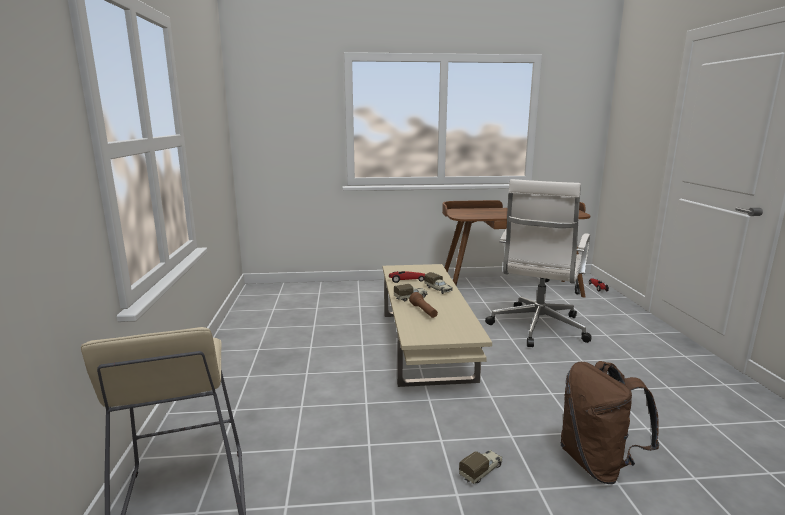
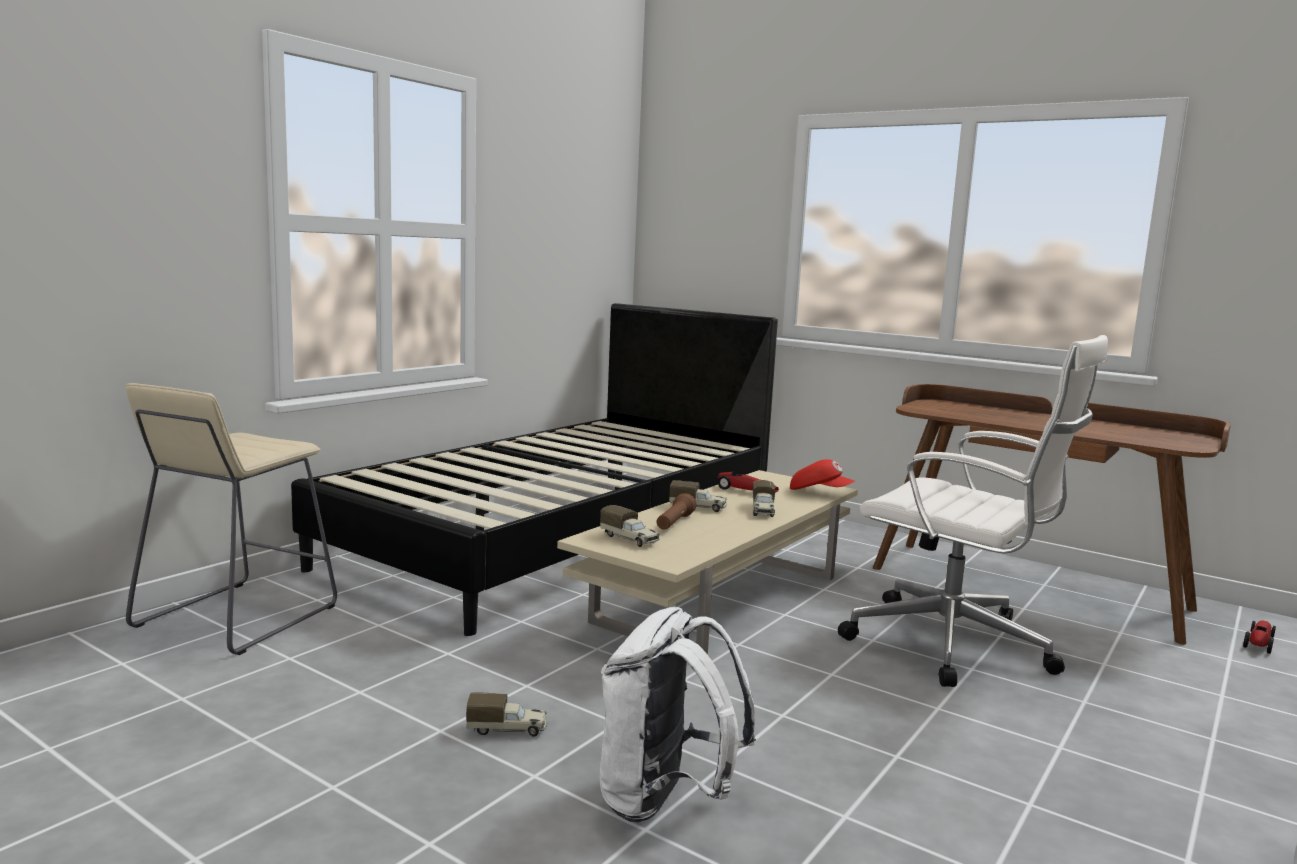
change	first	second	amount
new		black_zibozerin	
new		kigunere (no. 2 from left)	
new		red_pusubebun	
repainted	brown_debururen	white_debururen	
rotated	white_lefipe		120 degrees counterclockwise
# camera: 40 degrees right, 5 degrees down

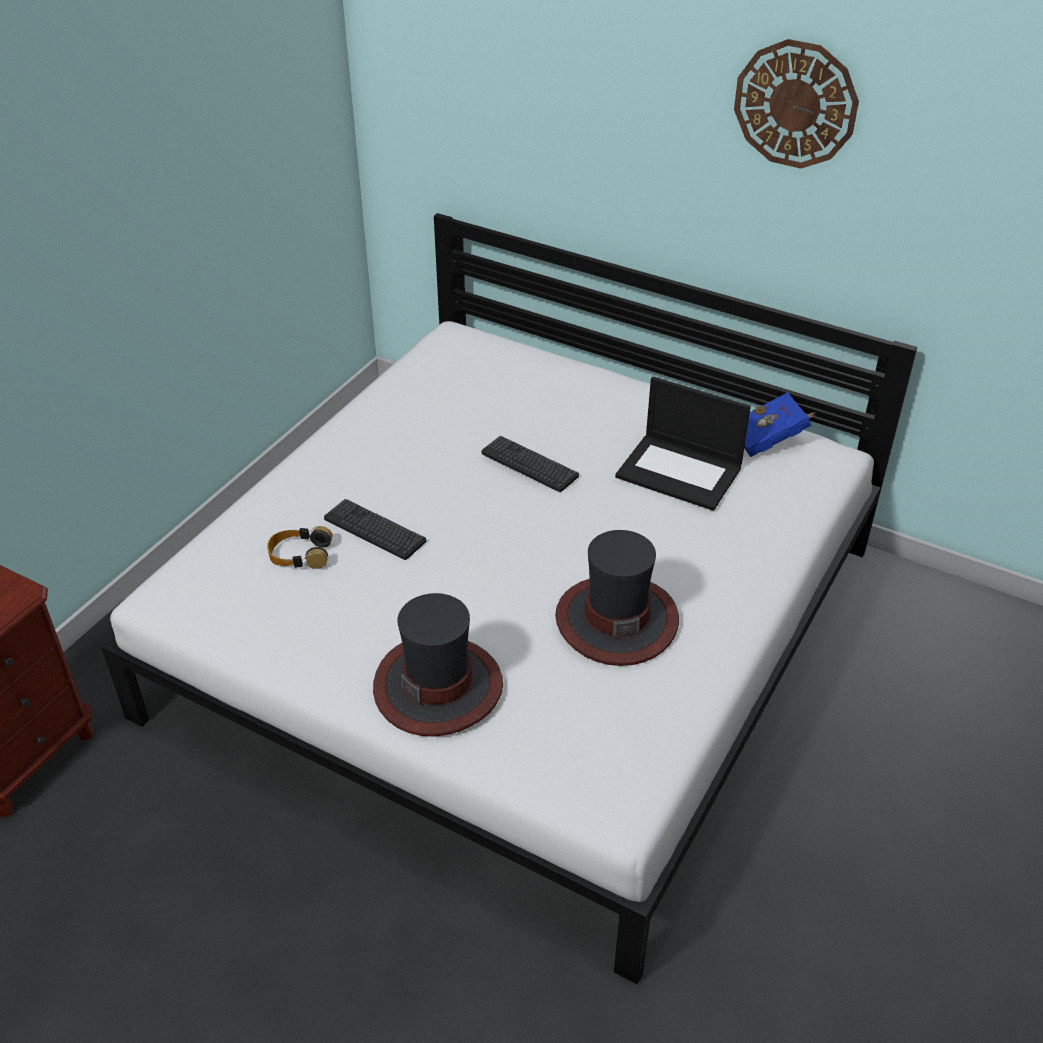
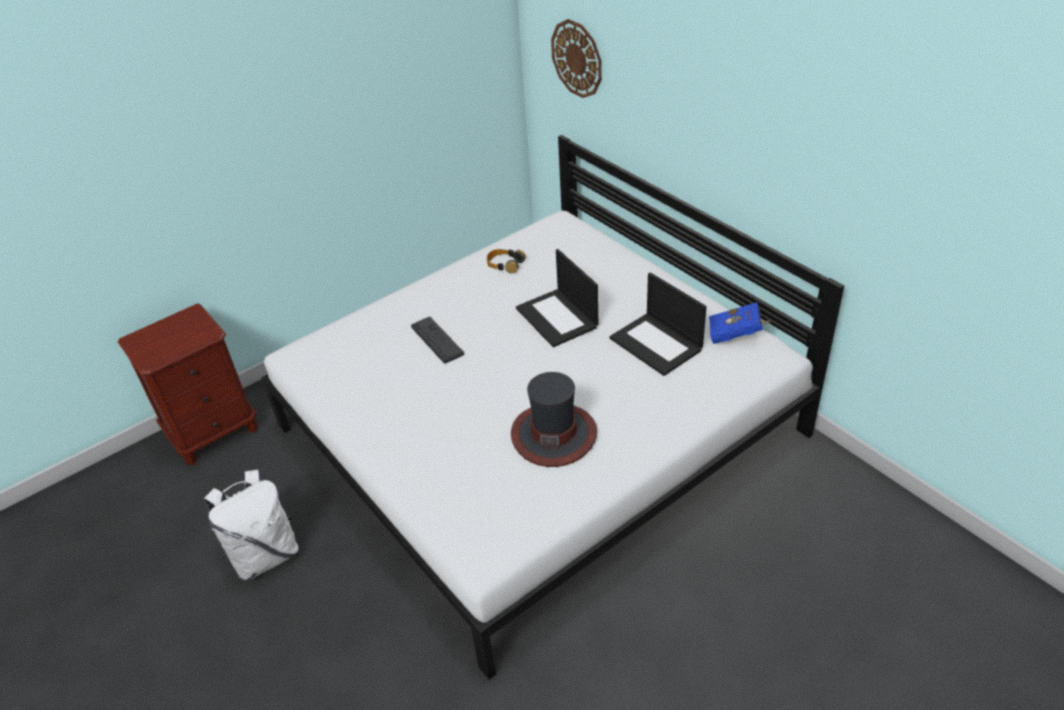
change	first	second	amount
gone	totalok (no. 1 from left)		
new		white_debururen	
shifted	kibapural		
shifted	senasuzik		
swapped	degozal (no. 2 from left)	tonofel (no. 1 from left)	
# camera: 25 degrees right, 0 degrees up

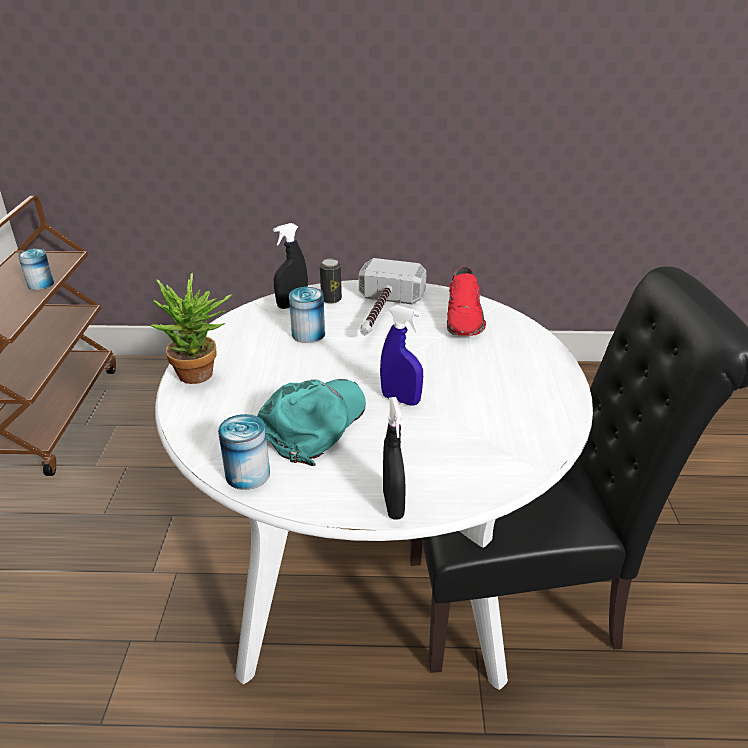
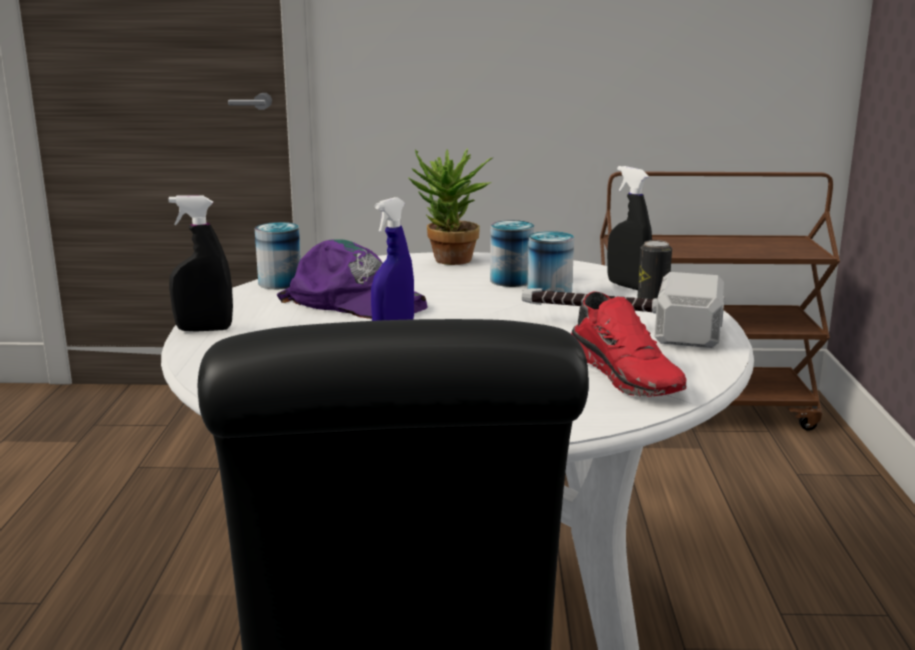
change	first	second	amount
shifted	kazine (no. 1 from left in the first image)	kazine (no. 2 from left)	
repainted	turquoise_pusubebun	purple_pusubebun	
rotated	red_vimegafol		120 degrees counterclockwise
# camera: 90 degrees right, 15 degrees down

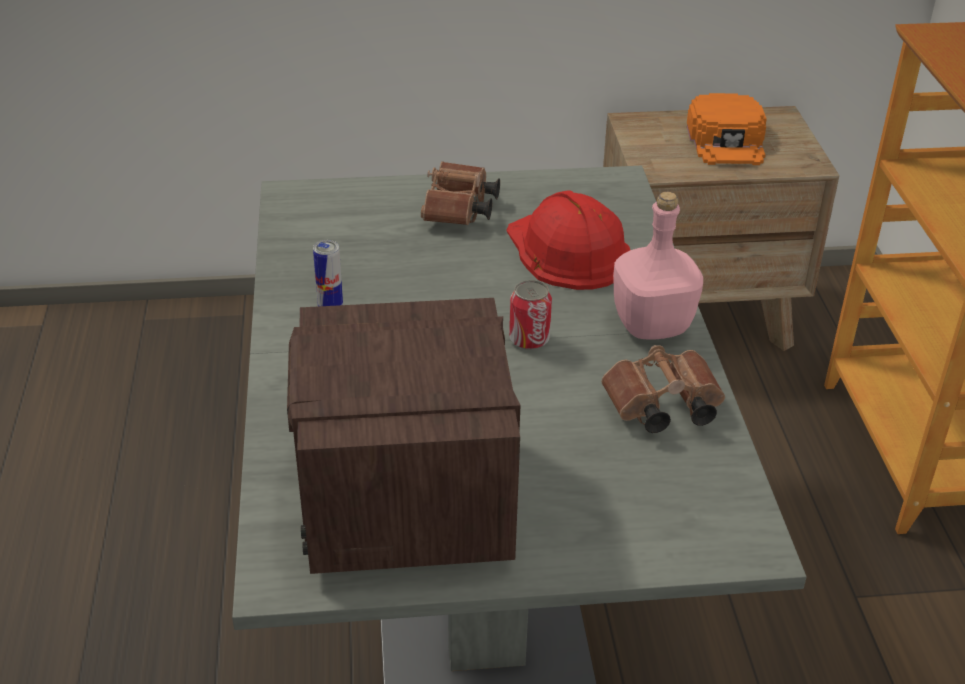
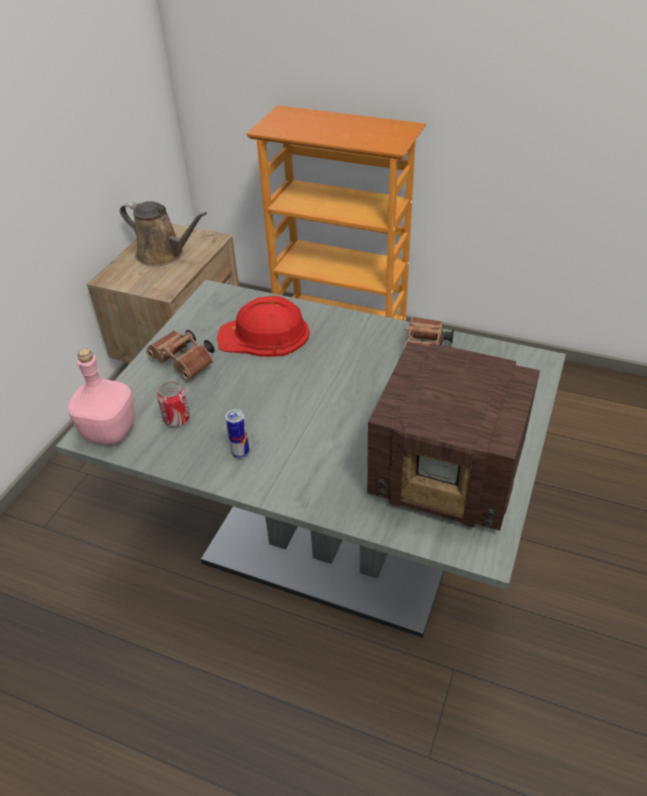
change	first	second	amount
shifted	kazine (no. 2 from left in the first image)	kazine (no. 1 from left)	
shifted	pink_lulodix		
swapped	orange_pusubebun	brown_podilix	
# camera: 60 degrees left, 5 degrees up

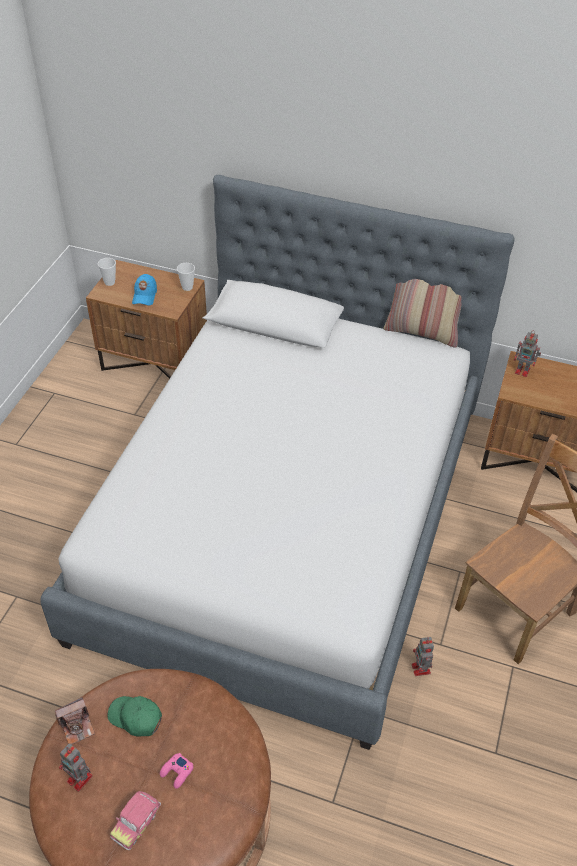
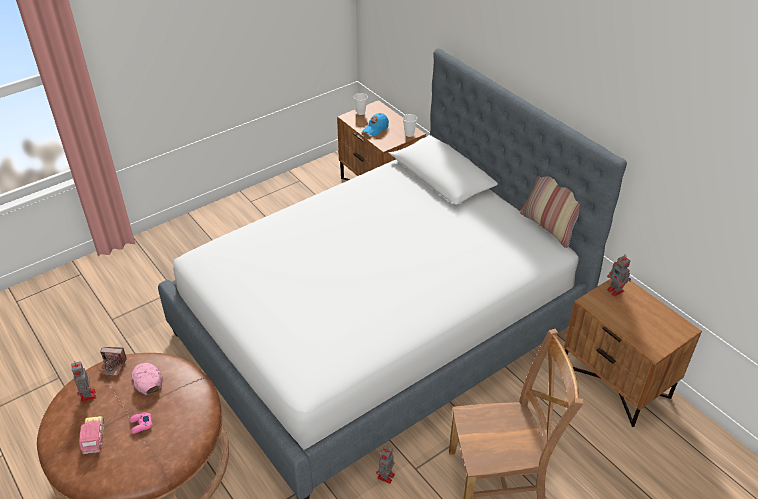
change	first	second	amount
repainted	green_pusubebun	pink_pusubebun	
rotated	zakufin		105 degrees clockwise
# camera: 35 degrees right, 5 degrees down

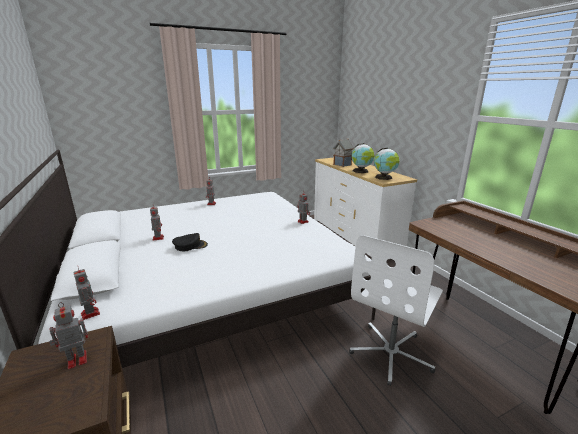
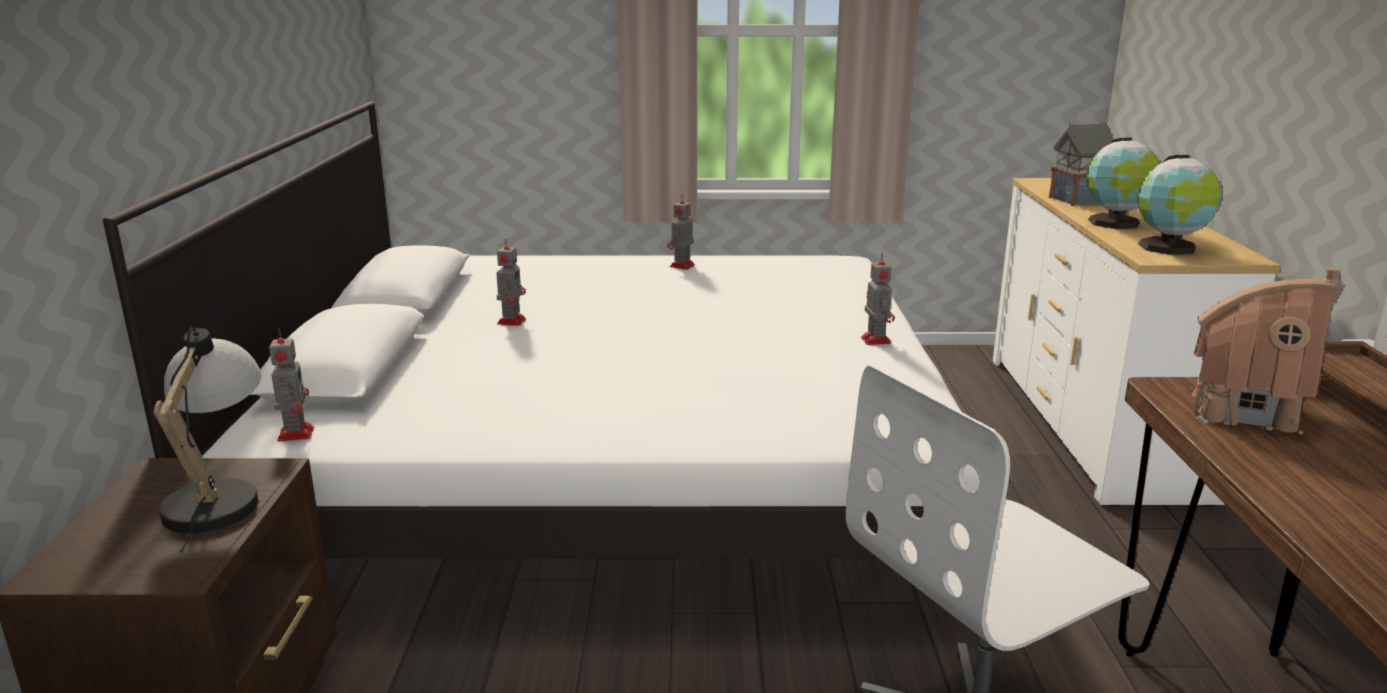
change	first	second	amount
gone	black_pusubebun		
new		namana (no. 2 from left)	
swapped	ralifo (no. 1 from left)	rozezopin	
# camera: 25 degrees right, 0 degrees up

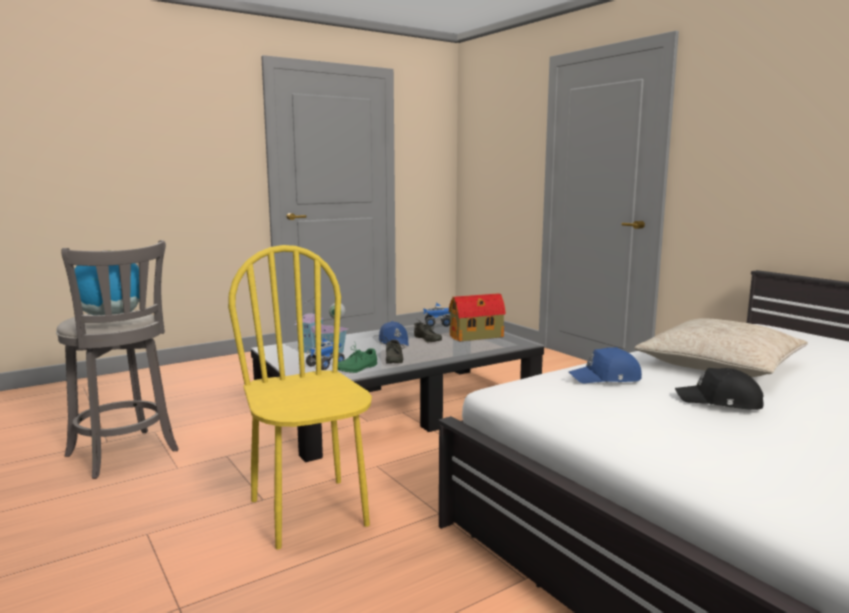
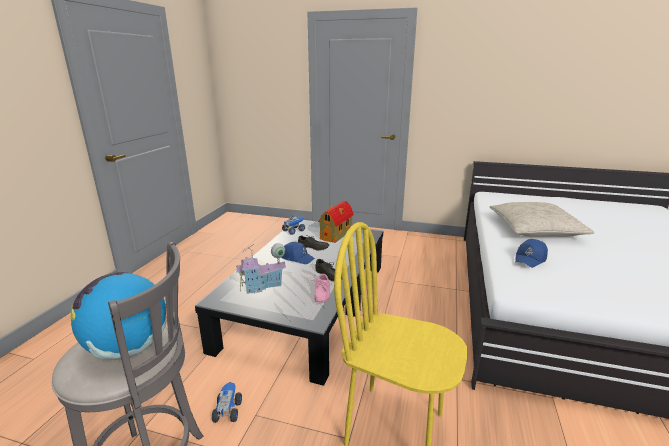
change	first	second	amount
gone	black_pusubebun		
shifted	kigunere (no. 1 from left)		
repainted	green_vimegafol	pink_vimegafol	
# camera: 40 degrees left, 10 degrees up

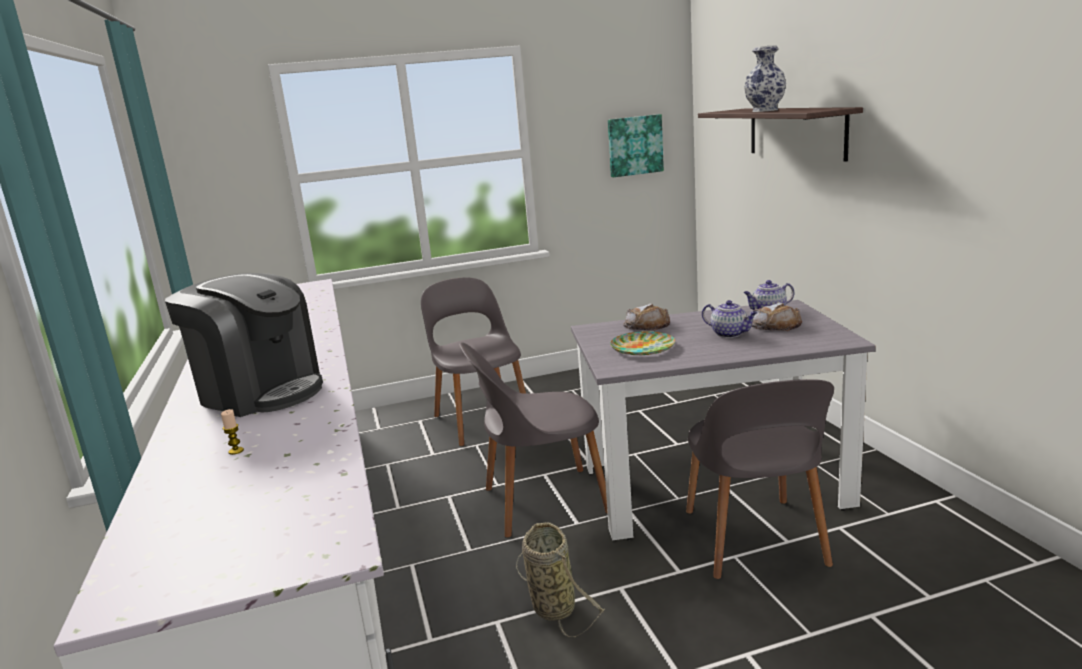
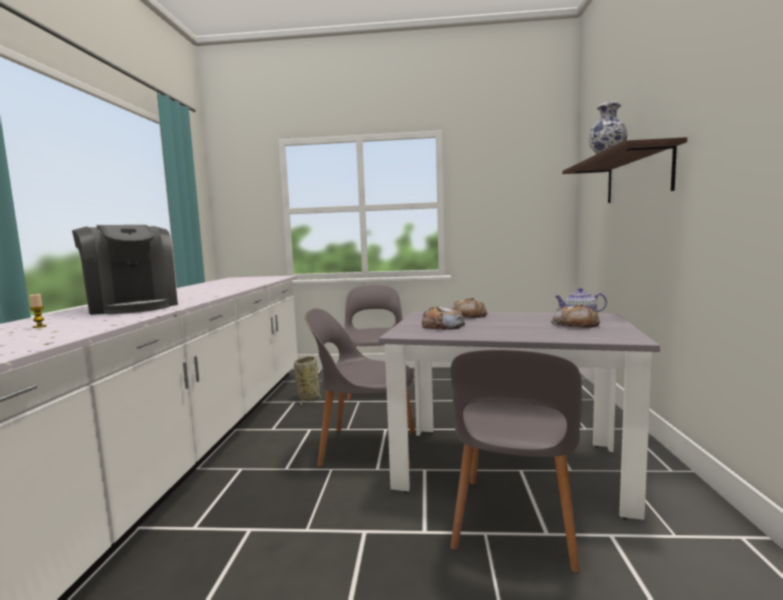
change	first	second	amount
gone	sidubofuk		
gone	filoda (no. 1 from left)		
shifted	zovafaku		
swapped	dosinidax	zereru (no. 1 from left)	
# camera: 20 degrees right, 10 degrees down

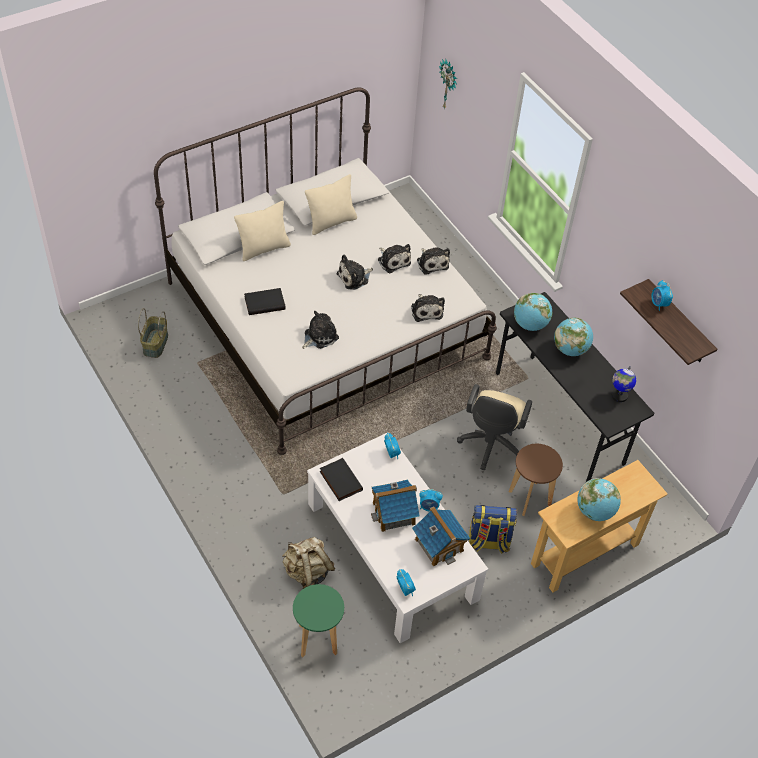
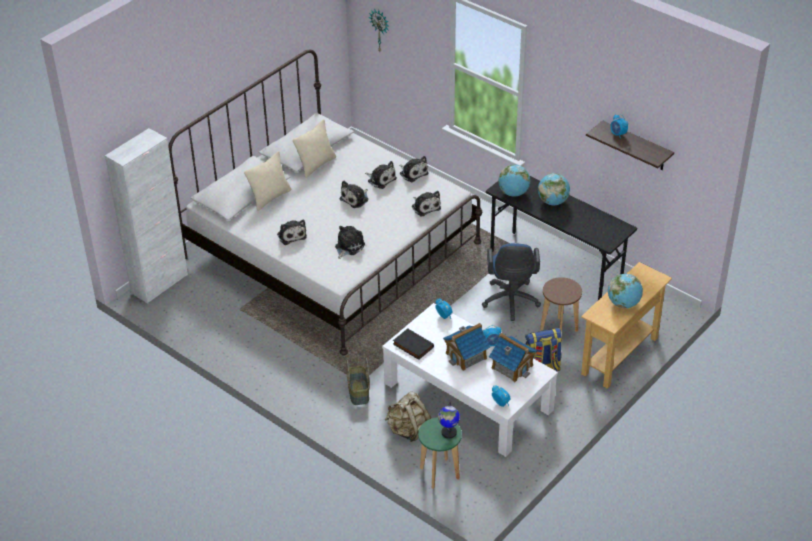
change	first	second	amount
new		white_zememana	
shifted	zovafaku		
shifted	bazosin (no. 4 from left in the first image)	bazosin (no. 1 from left)	
swapped	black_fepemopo (no. 1 from left)	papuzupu (no. 1 from left)	
repainted	beige_lefipe	blue_lefipe	
# camera: 15 degrees left, 10 degrees down

